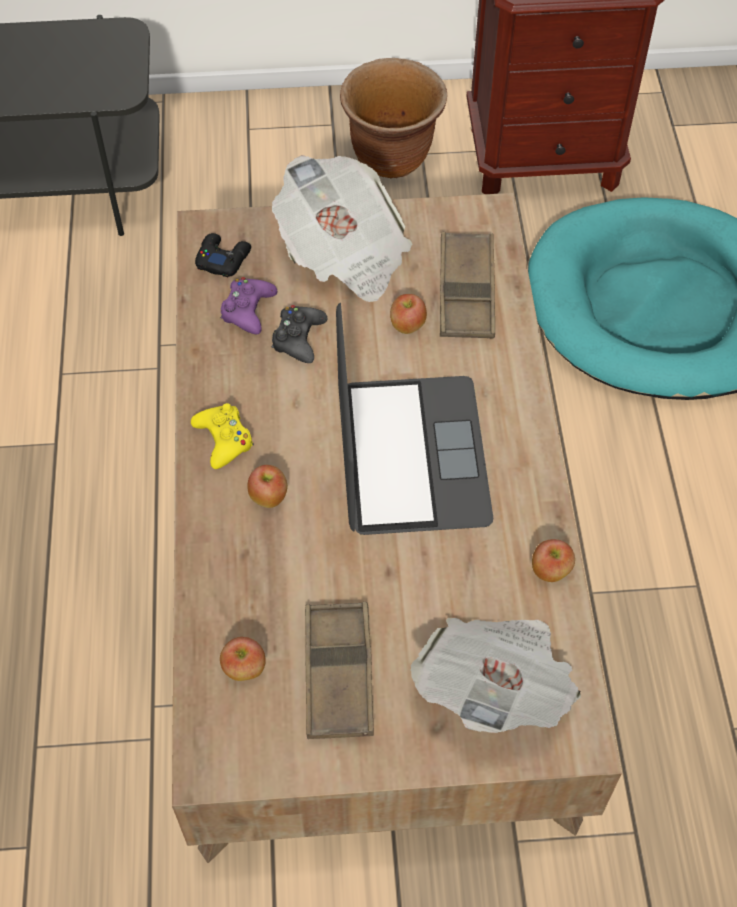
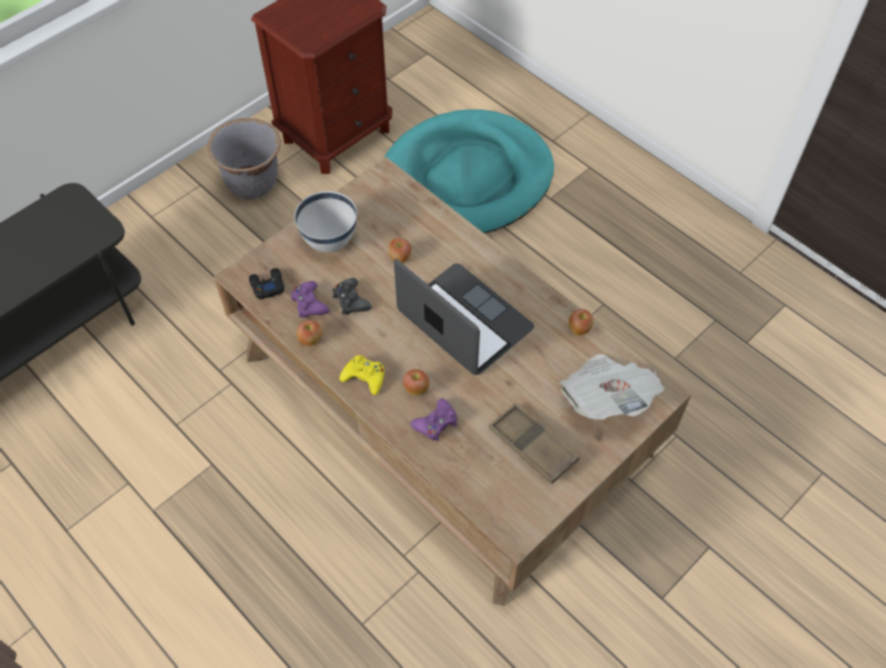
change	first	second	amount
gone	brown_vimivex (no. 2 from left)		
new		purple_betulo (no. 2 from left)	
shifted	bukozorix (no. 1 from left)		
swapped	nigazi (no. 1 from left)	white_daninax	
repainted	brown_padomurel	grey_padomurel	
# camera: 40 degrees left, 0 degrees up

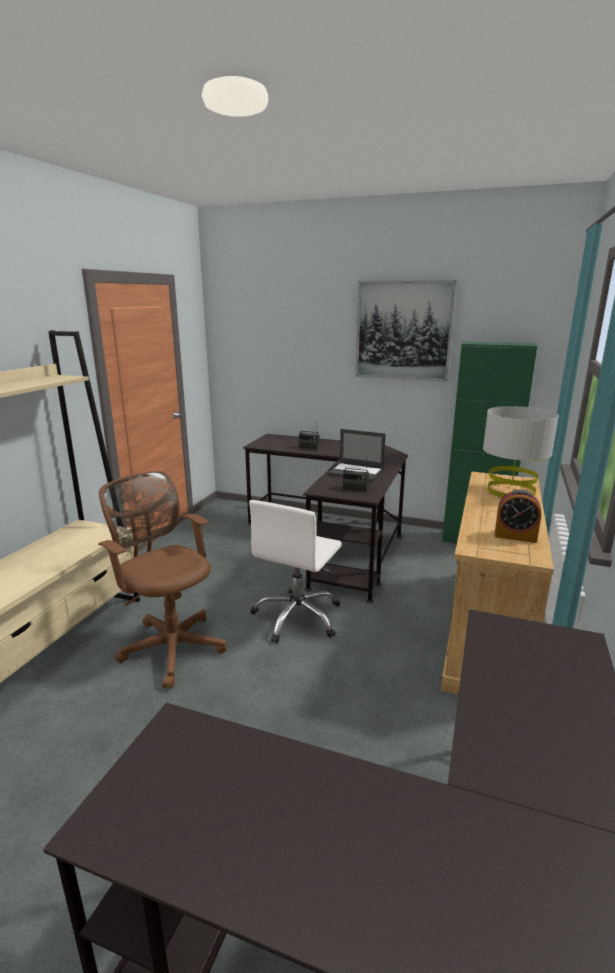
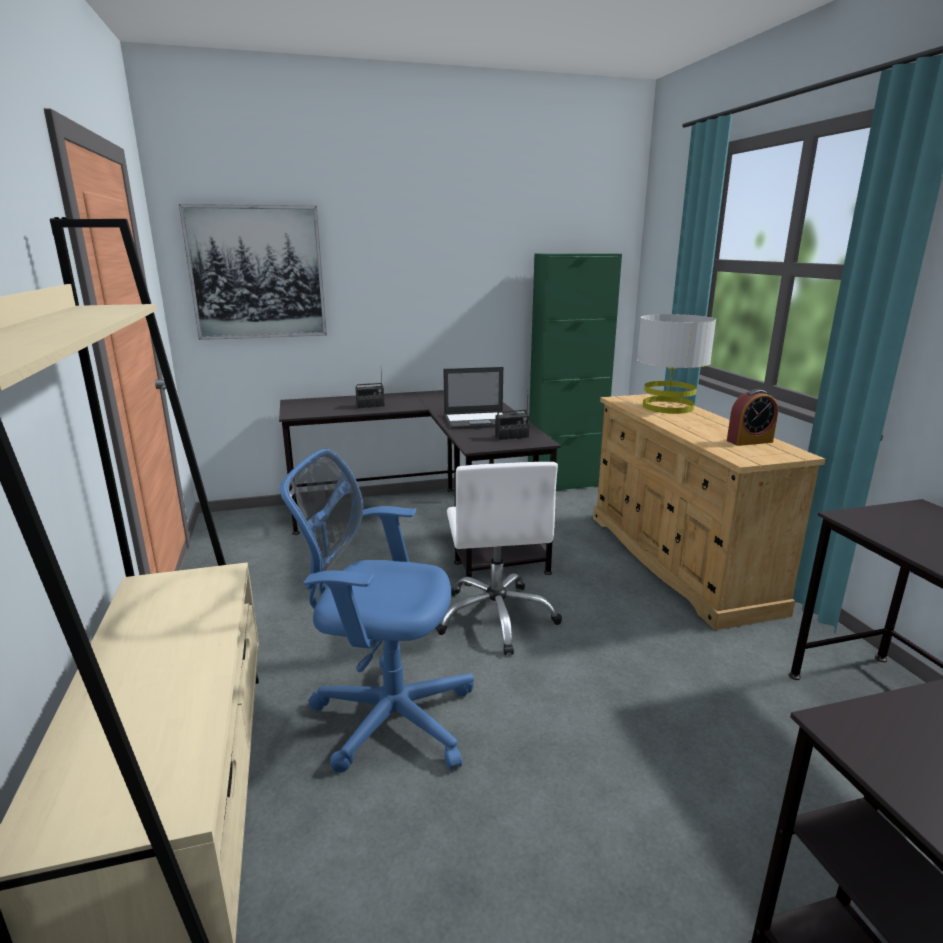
change	first	second	amount
shifted	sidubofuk		
repainted	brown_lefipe	blue_lefipe	
# camera: 35 degrees left, 0 degrees up

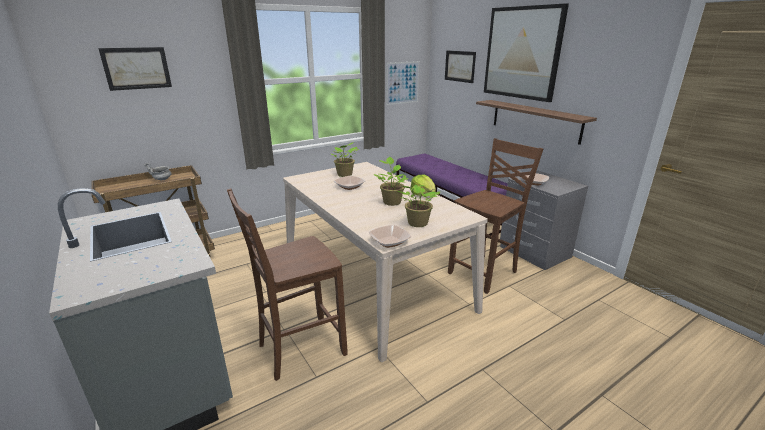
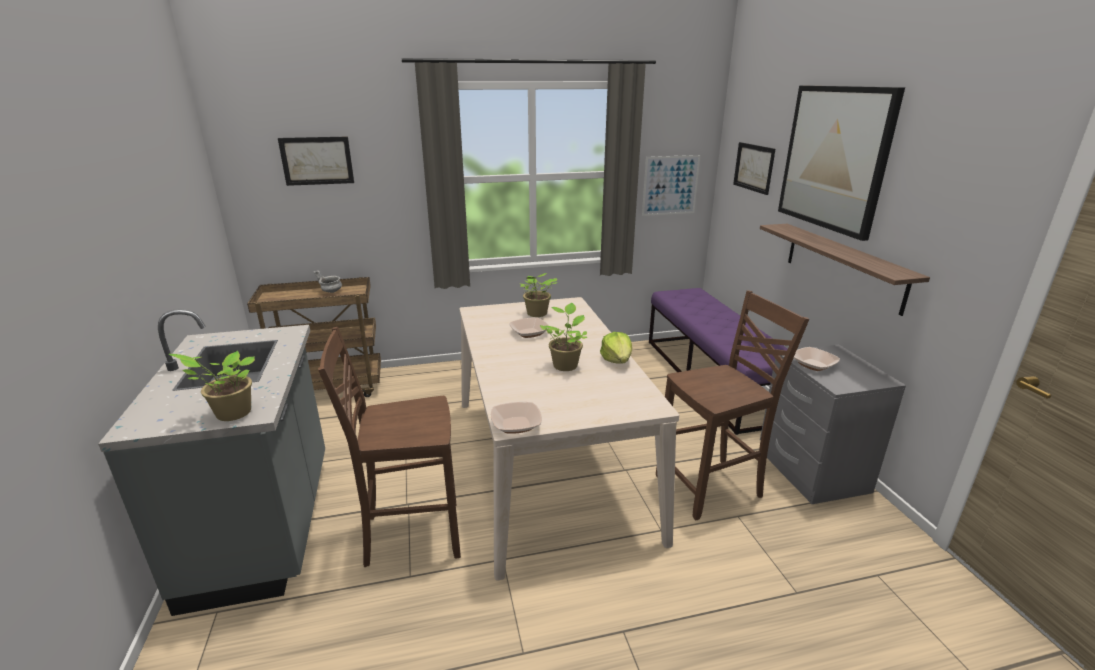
change	first	second	amount
shifted	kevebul (no. 3 from left in the first image)	kevebul (no. 1 from left)	
# camera: 20 degrees right, 0 degrees up

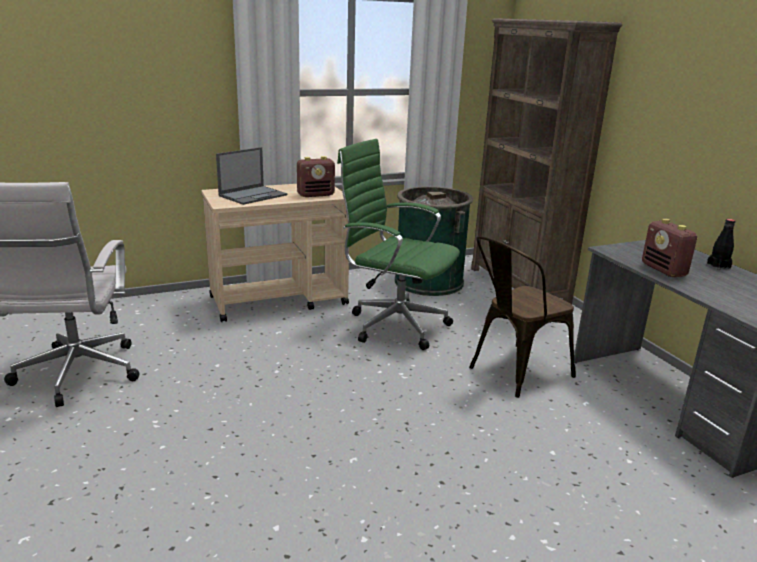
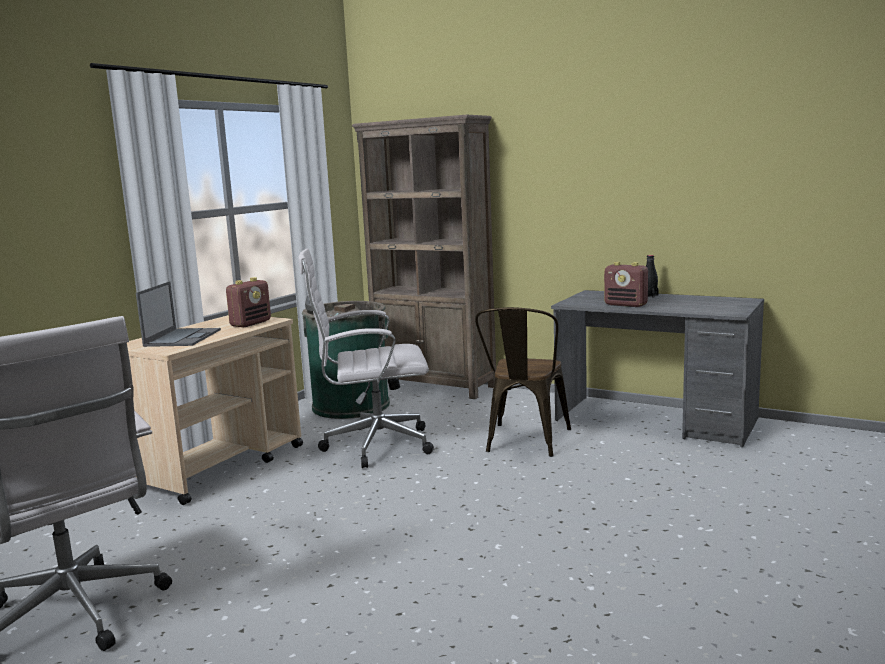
change	first	second	amount
repainted	green_lefipe	white_lefipe (no. 2 from left)	
# camera: 35 degrees left, 10 degrees down

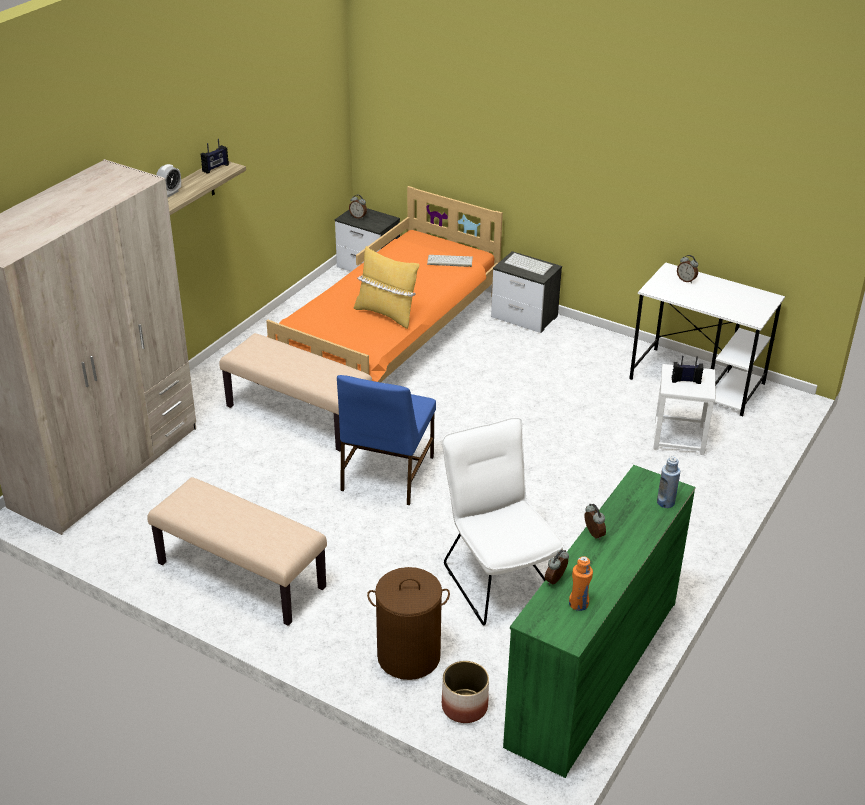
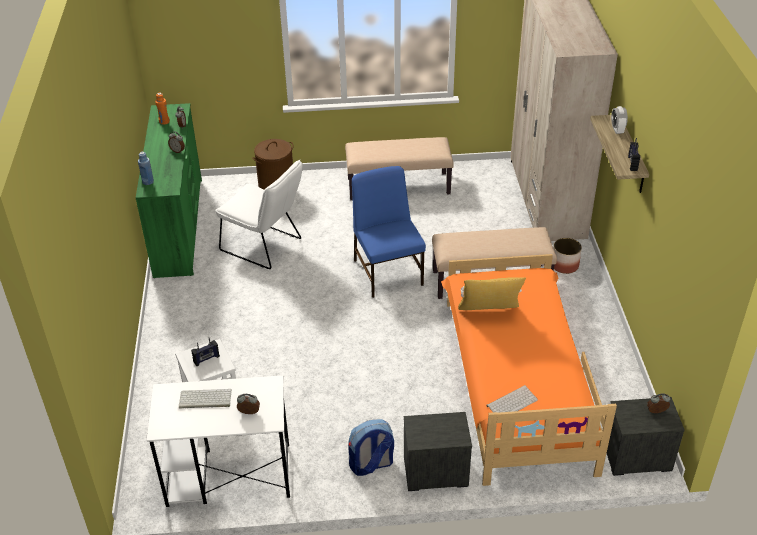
change	first	second	amount
new		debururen	
shifted	padomurel		
shifted	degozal (no. 2 from left in the first image)	degozal (no. 1 from left)	
# camera: 145 degrees right, 5 degrees up

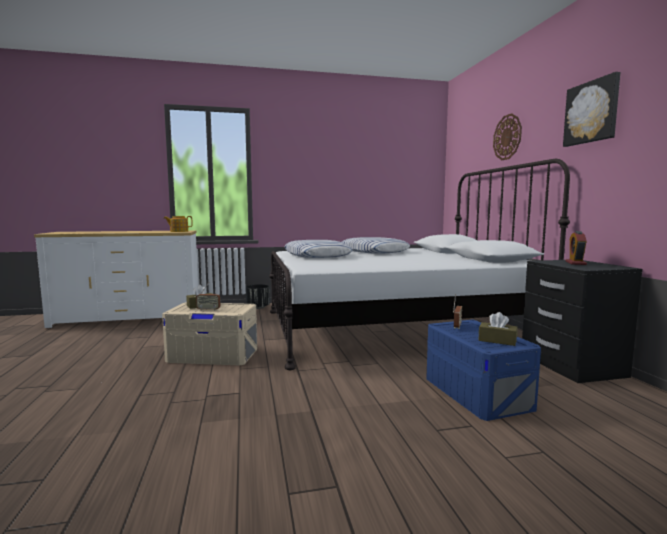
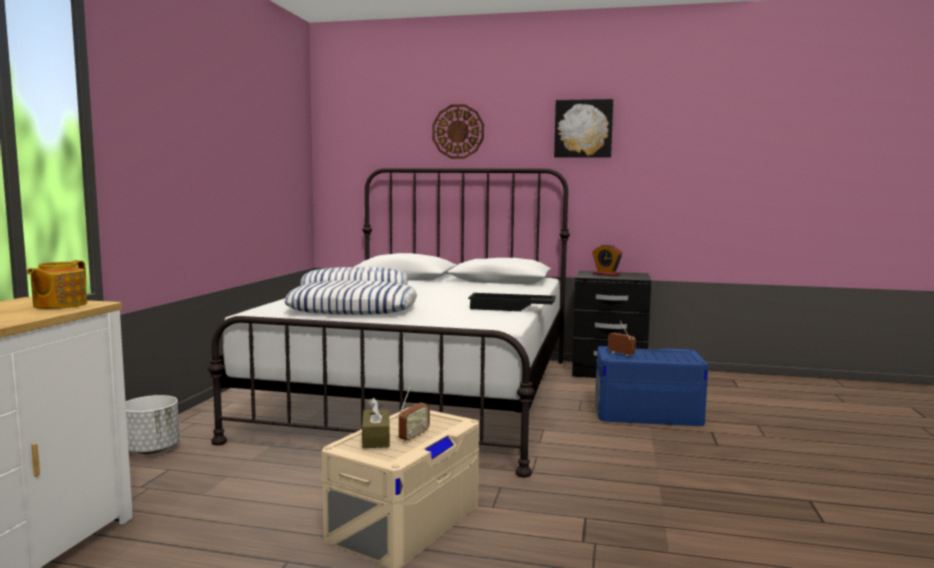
change	first	second	amount
gone	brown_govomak (no. 2 from left)		
new		black_vimivex	
repainted	black_padomurel	white_padomurel	
# camera: 65 degrees left, 0 degrees up

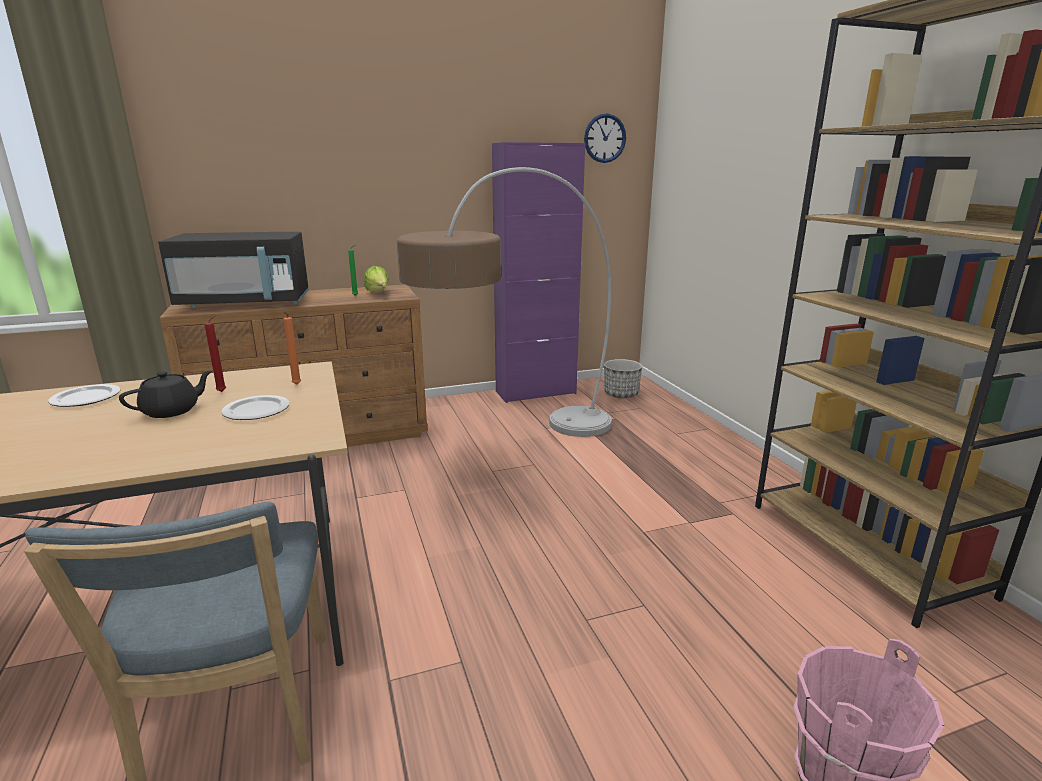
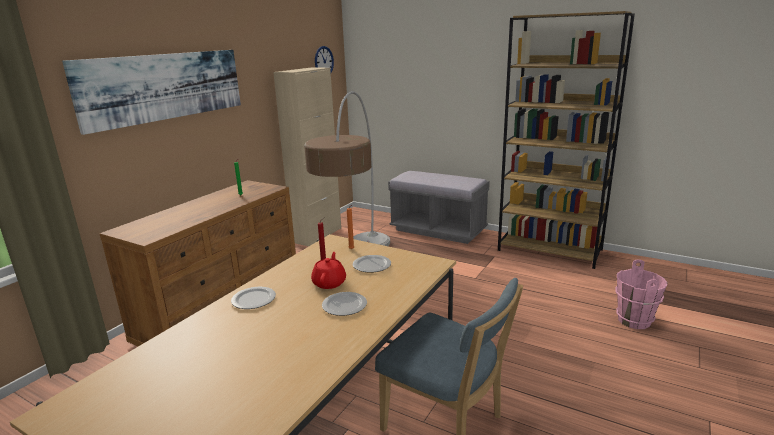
change	first	second	amount
gone	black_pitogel		
gone	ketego		
gone	padomurel		
new		sidubofuk	
new		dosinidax (no. 2 from left)	
new		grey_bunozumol	
repainted	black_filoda	red_filoda	
repainted	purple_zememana	beige_zememana	
# camera: 40 degrees left, 0 degrees up

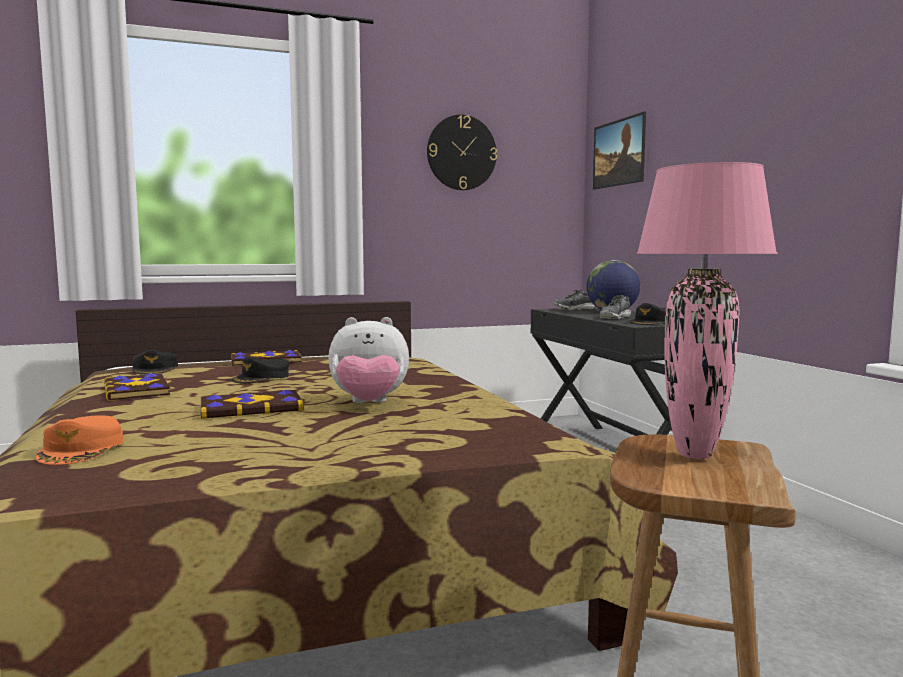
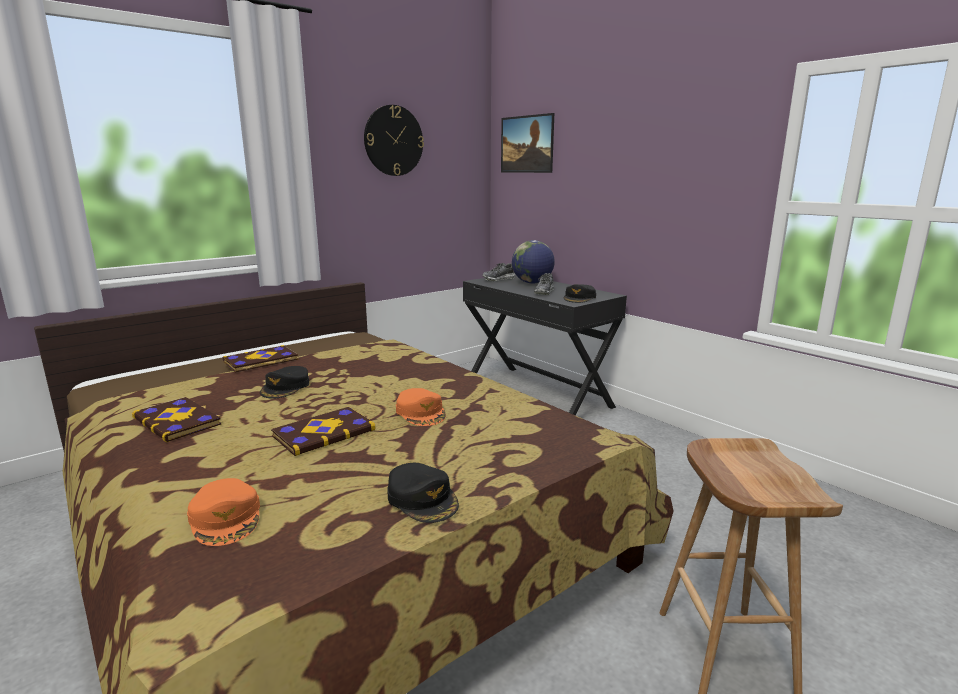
change	first	second	amount
gone	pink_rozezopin		
shifted	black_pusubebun (no. 1 from left in the first image)	black_pusubebun (no. 2 from left)	
swapped	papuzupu	orange_pusubebun (no. 2 from left)	
# camera: 20 degrees left, 10 degrees up

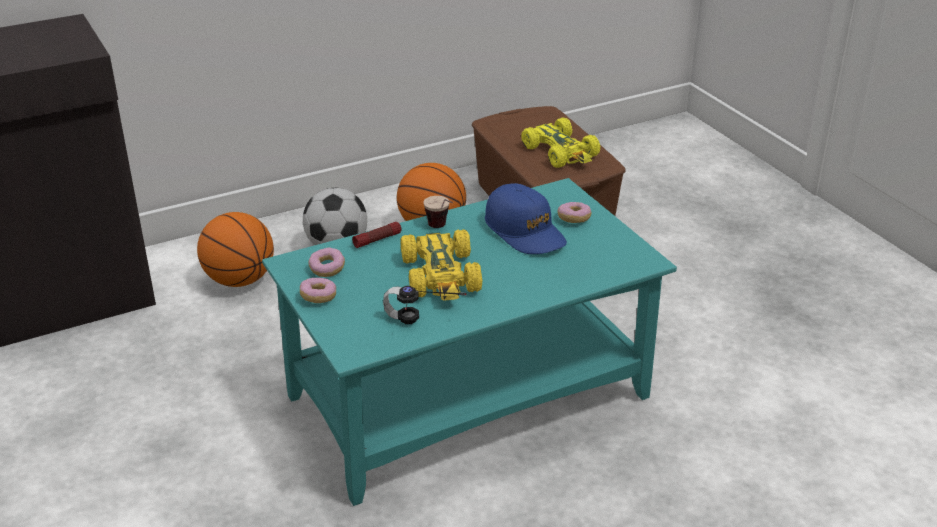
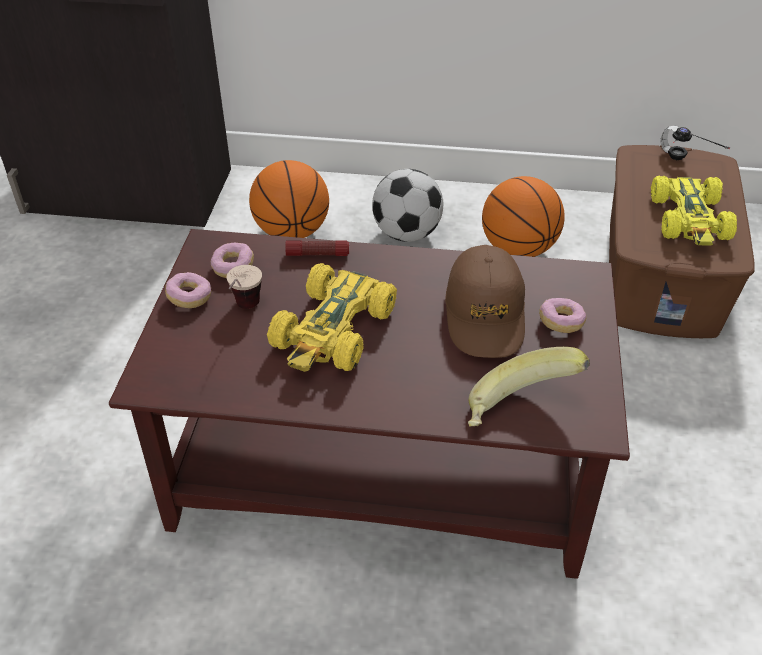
change	first	second	amount
new		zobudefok	
shifted	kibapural		
shifted	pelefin		
repainted	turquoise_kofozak	brown_kofozak	
repainted	blue_pusubebun	brown_pusubebun	
# camera: 35 degrees right, 10 degrees up

